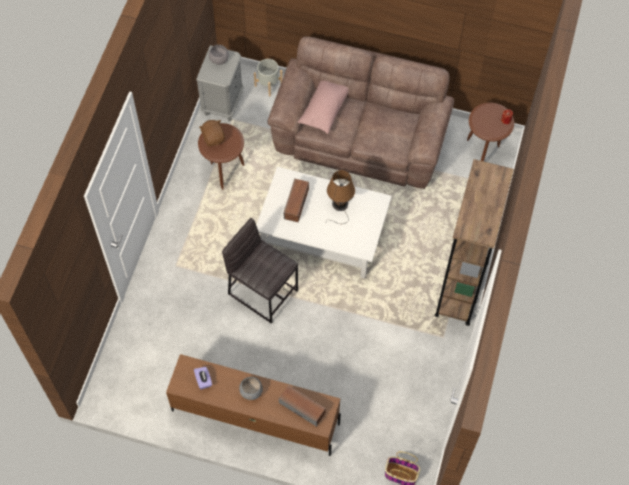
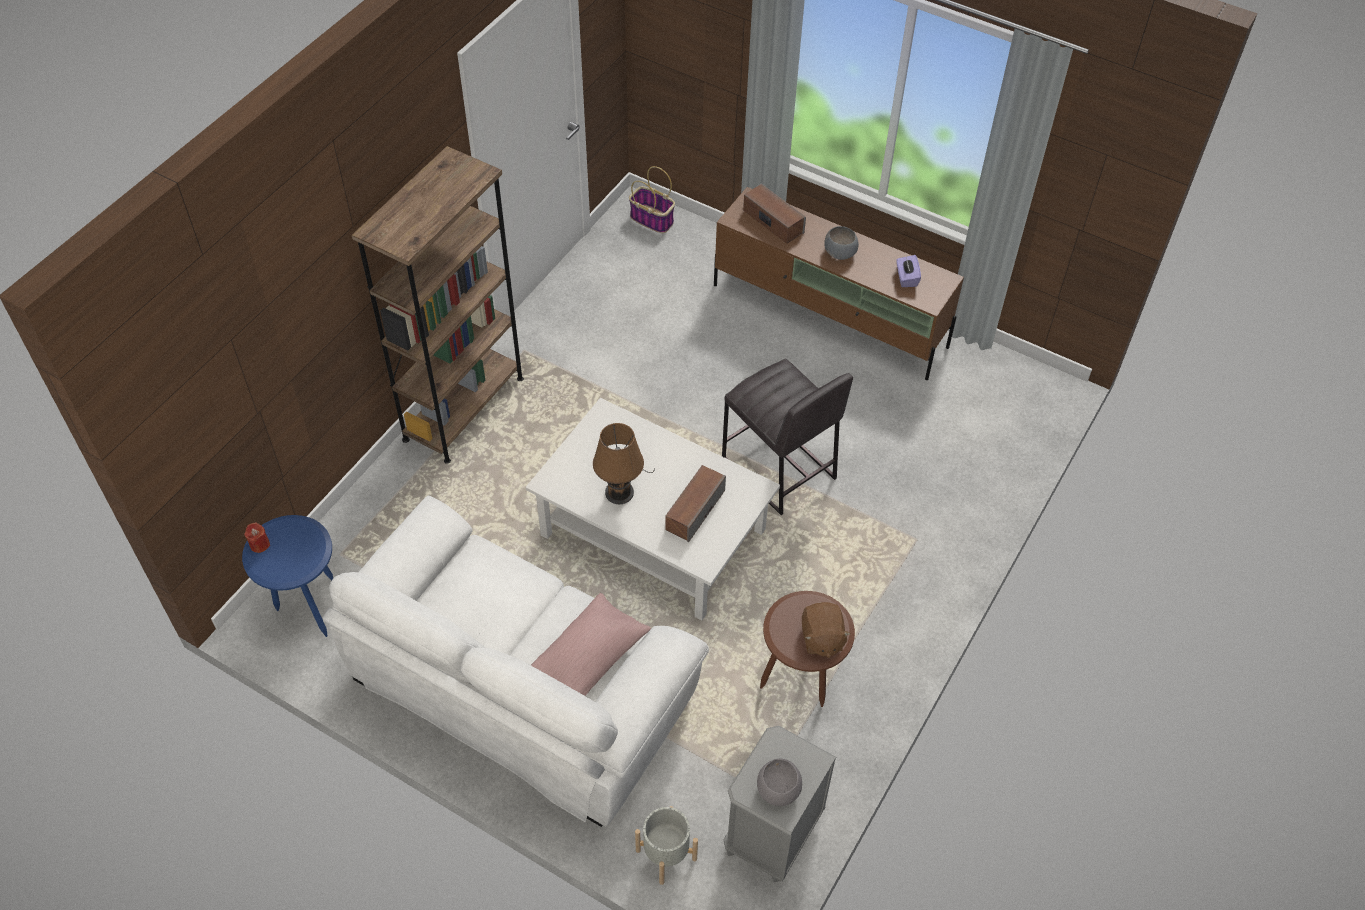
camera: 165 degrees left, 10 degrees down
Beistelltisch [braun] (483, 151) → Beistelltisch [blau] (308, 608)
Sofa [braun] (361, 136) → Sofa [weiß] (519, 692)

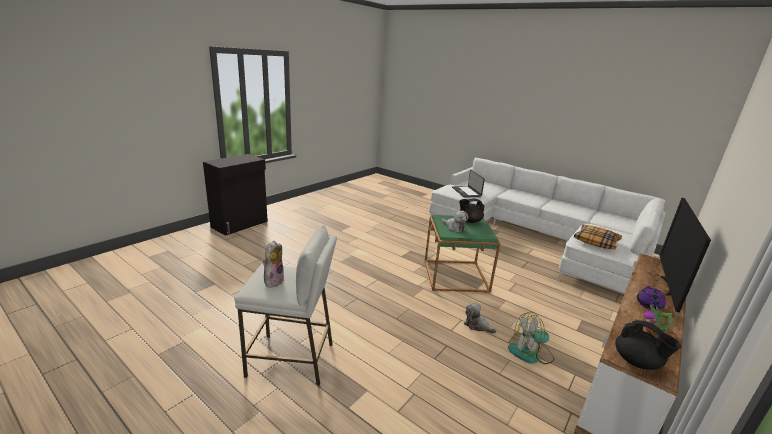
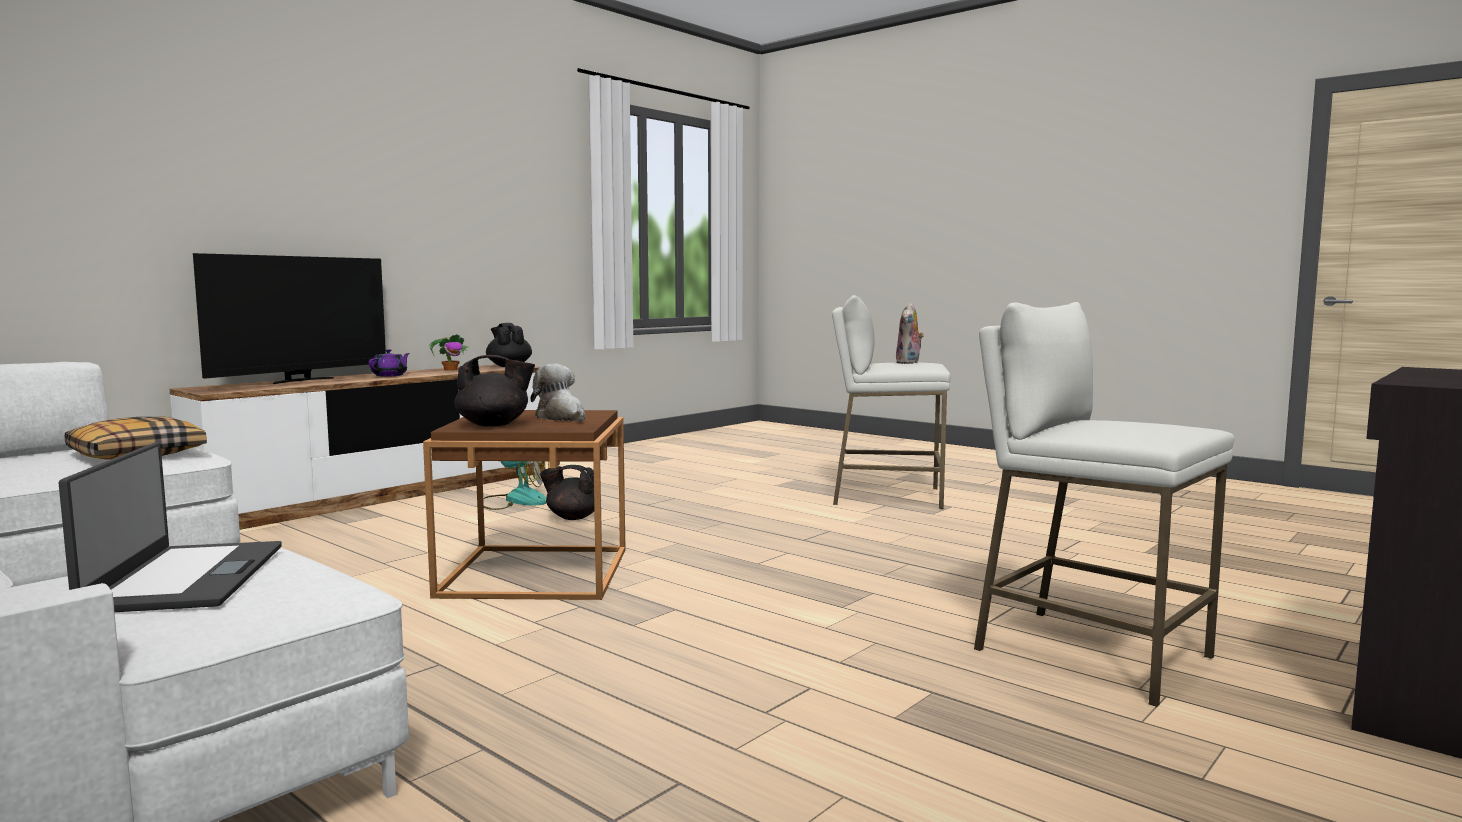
camera: 175 degrees left, 15 degrees down
Beistelltisch [grün] (455, 275) → Beistelltisch [braun] (535, 572)
Plüschtier (477, 325) → Teekanne [schwarz] (572, 517)
- → Hocker [weiß] (1090, 653)

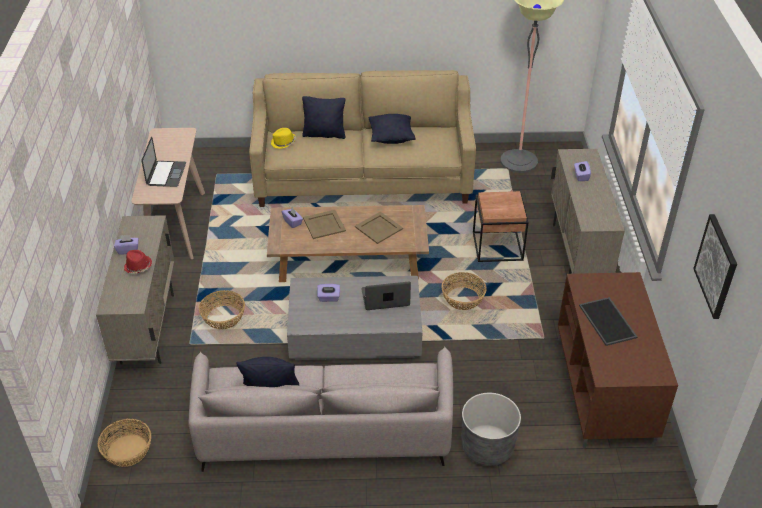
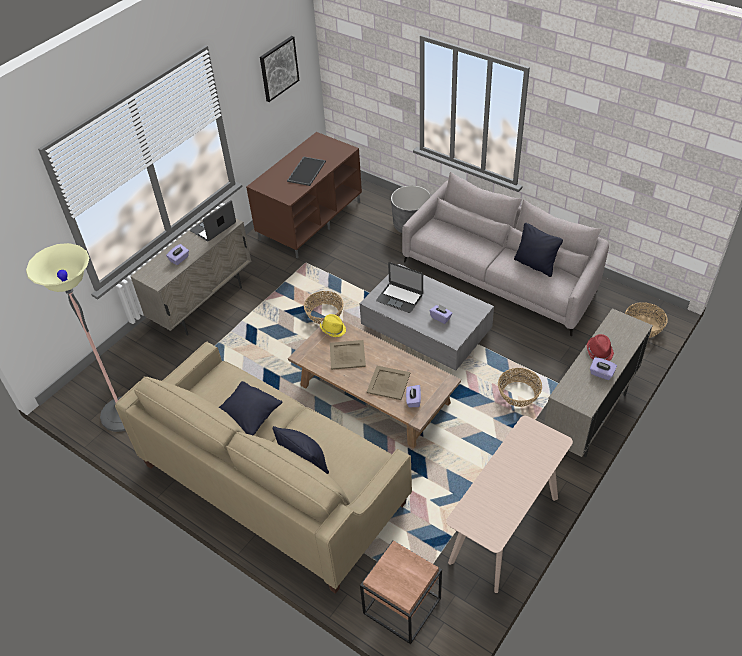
camera: 140 degrees left, 5 degrees up
Laptop (166, 174) → Laptop (213, 227), move
Hut [gelb] (283, 143) → Hut [gelb] (333, 329), move
Beistelltisch [braun] (498, 246) → Beistelltisch [braun] (401, 606), move

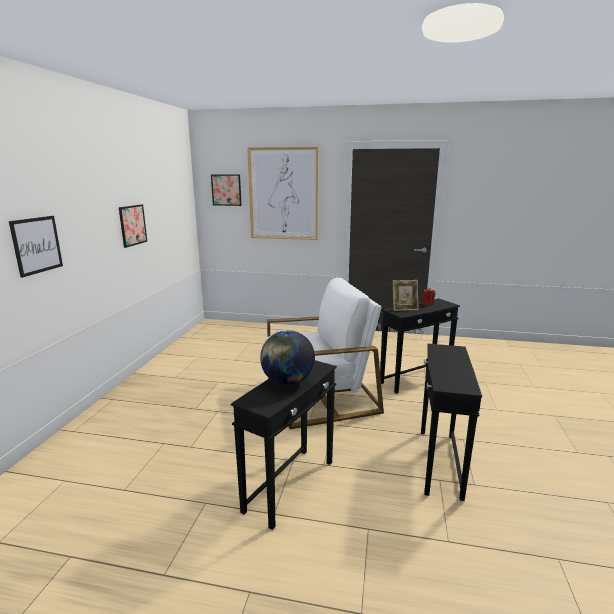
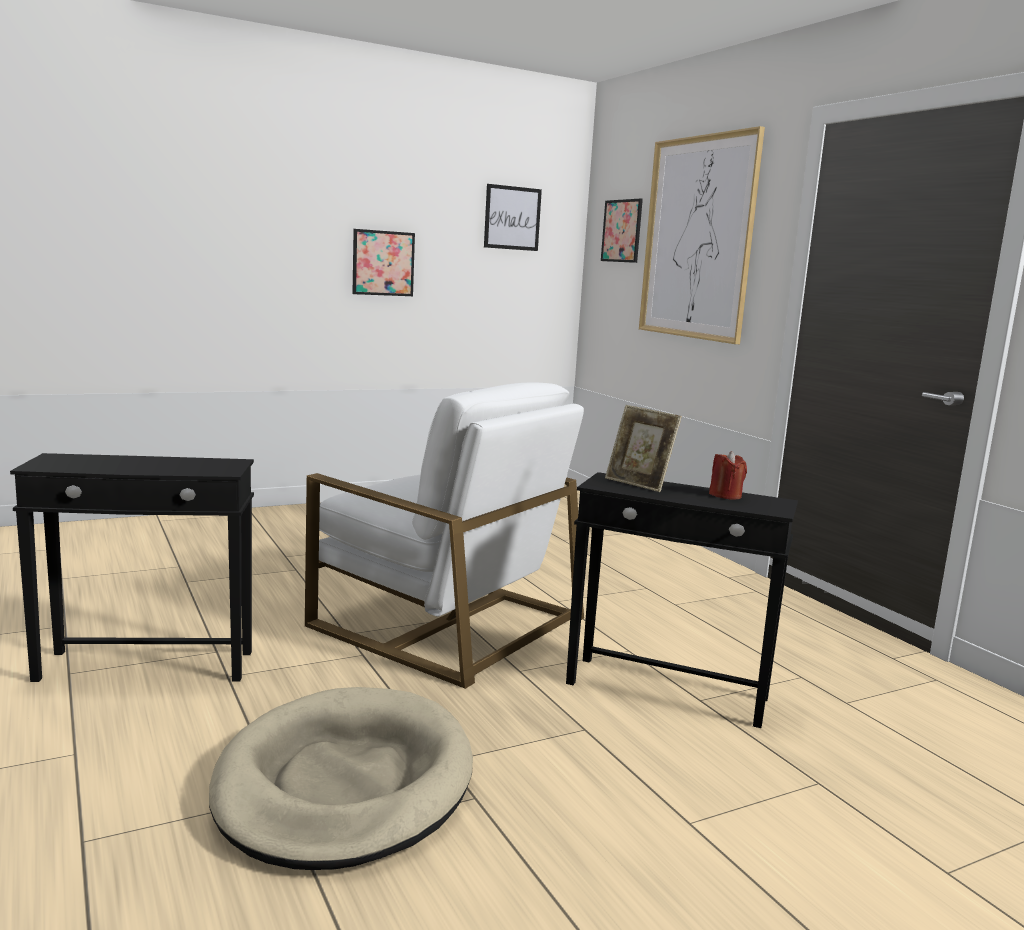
camera: 50 degrees right, 5 degrees down
Beistelltisch [schwarz] (439, 462) → Hundebett [beige] (344, 784)
Bild (37, 245) → Bild (512, 218), move
Globus (287, 382) → -

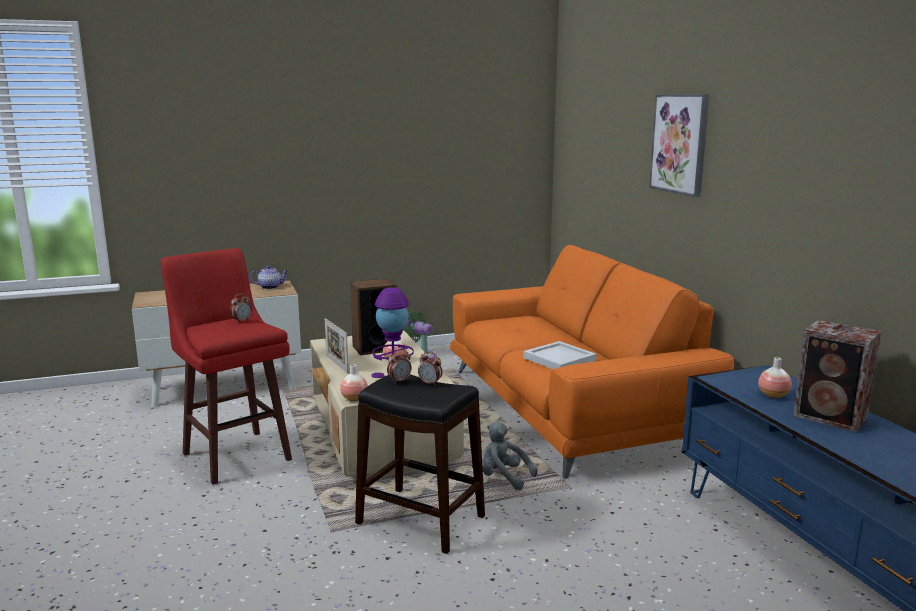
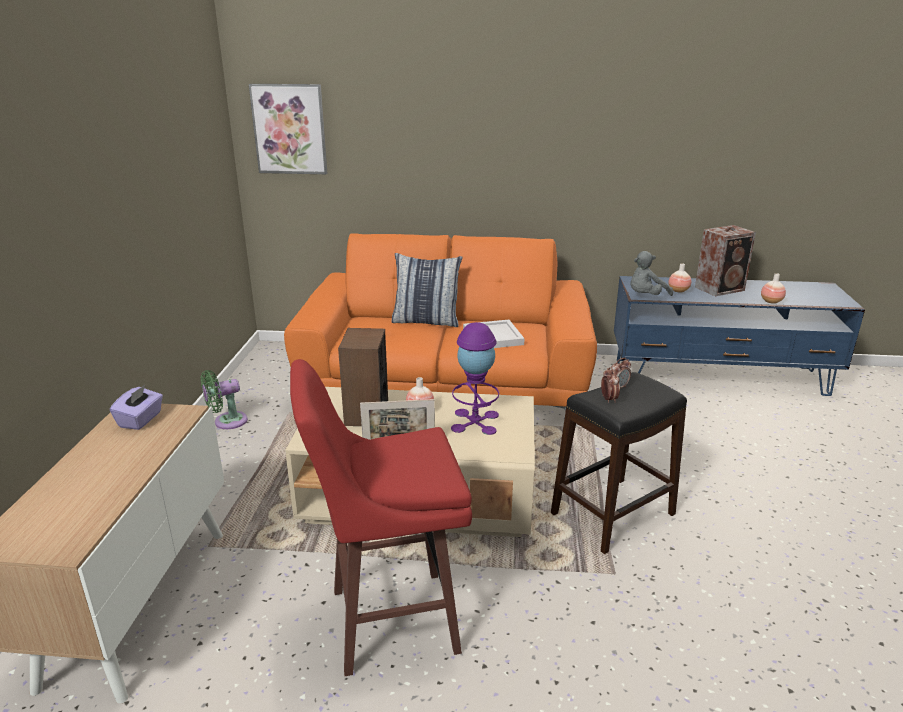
camera: 65 degrees left, 10 degrees up
Teekanne (270, 287) → Taschentuchbox [lila] (141, 420)
Bild (680, 144) → Bild (289, 129), move
- → Kissen (426, 321)
Plüschtier [grau] (504, 478) → Plüschtier [grau] (646, 296), move
Vase (354, 398) → Vase (771, 301), move
Wecker (241, 321) → -

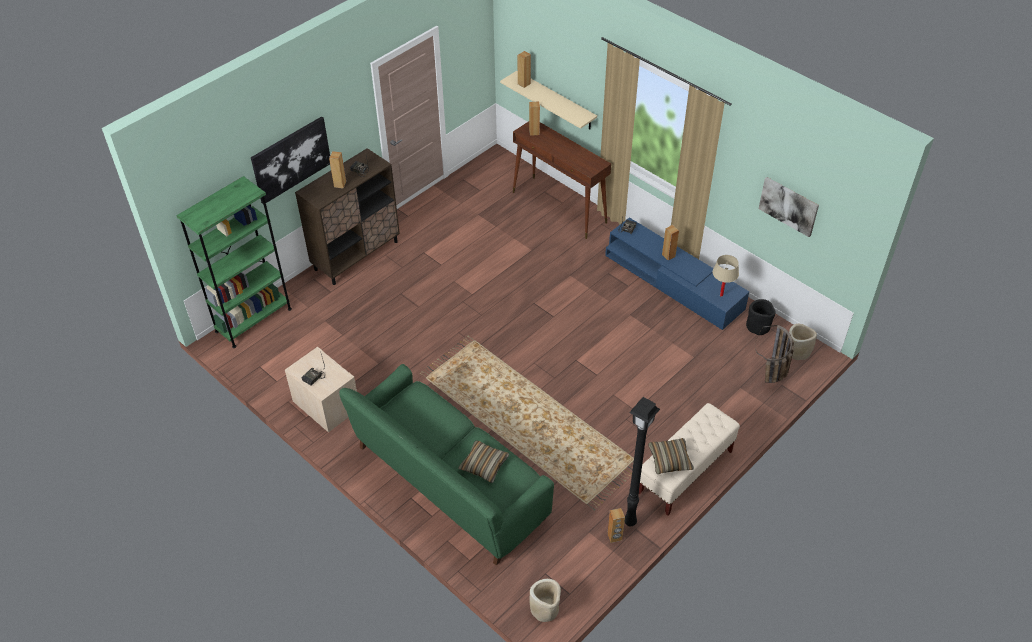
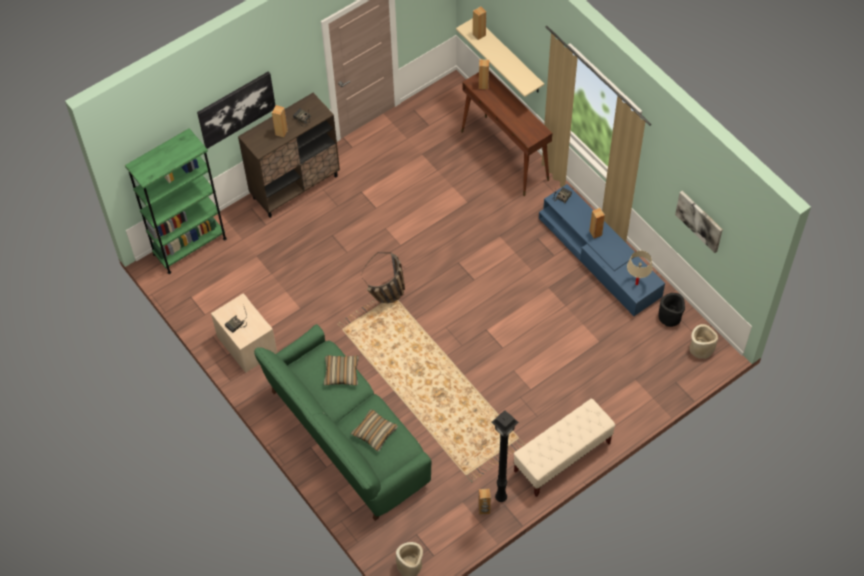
camera: 10 degrees right, 10 degrees up
Kissen (670, 460) → Kissen (341, 373), move
Korb (772, 377) → Korb (387, 297), move

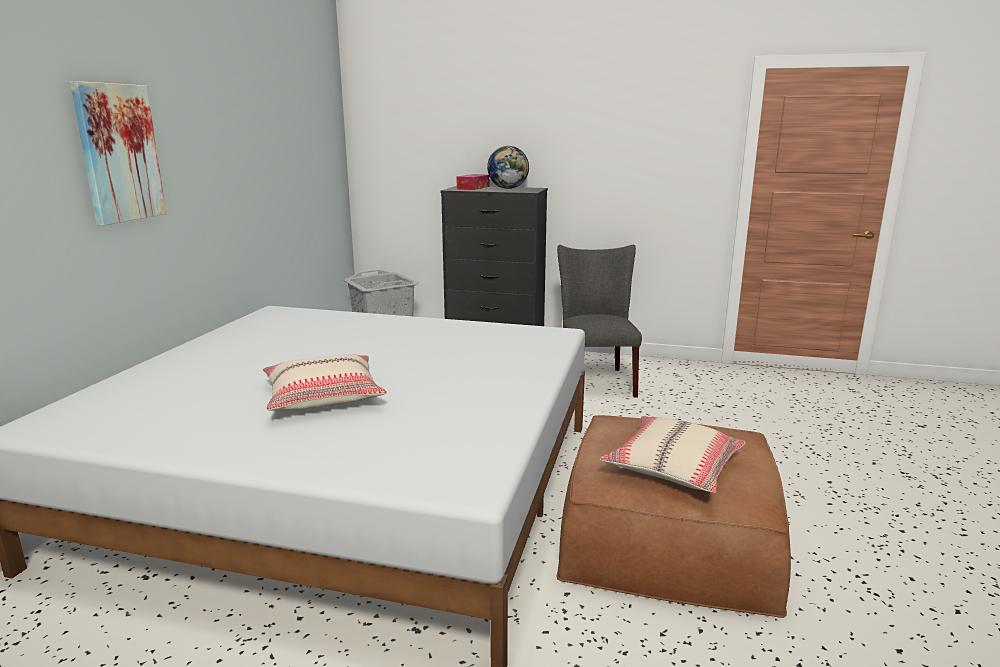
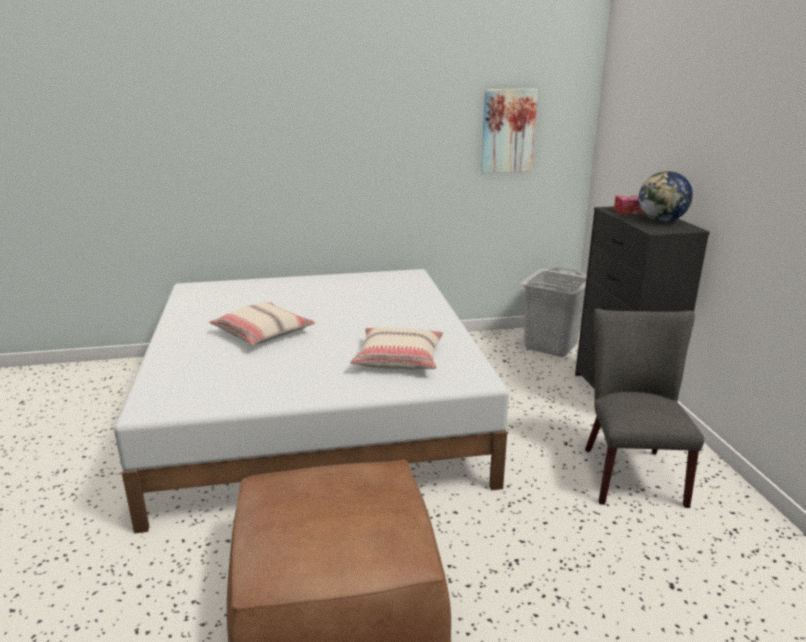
camera: 65 degrees right, 5 degrees up
Kissen [beige] (673, 466) → Kissen [beige] (399, 359), move
Bild (119, 153) → Bild (508, 131), move
Stuhl [grau] (594, 380) → Stuhl [grau] (629, 471), 60 degrees counterclockwise

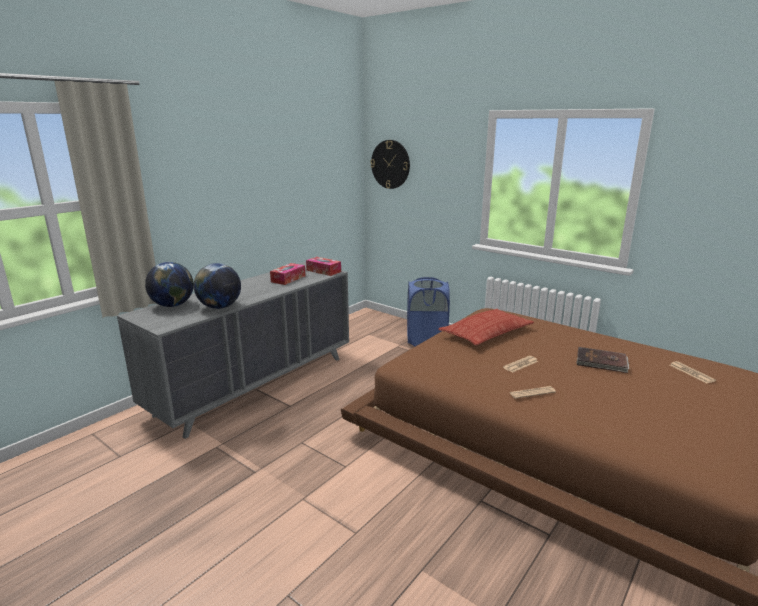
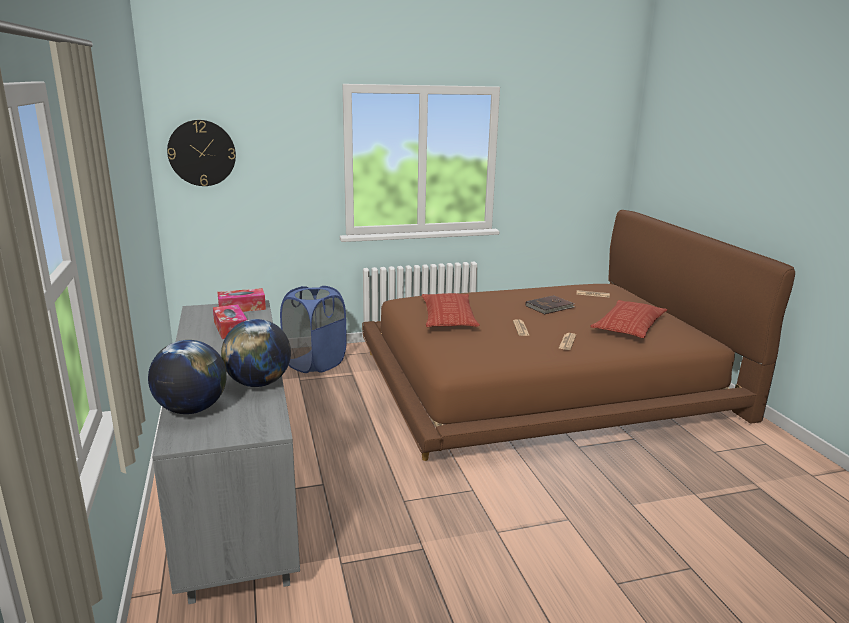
camera: 55 degrees left, 0 degrees up
- → Kissen (629, 325)

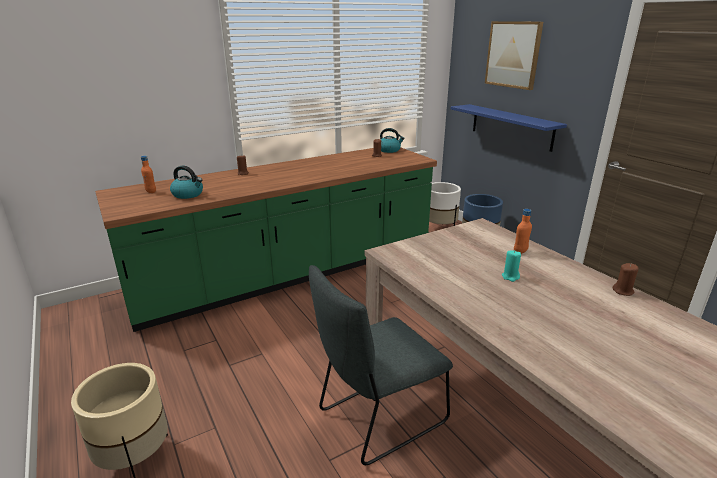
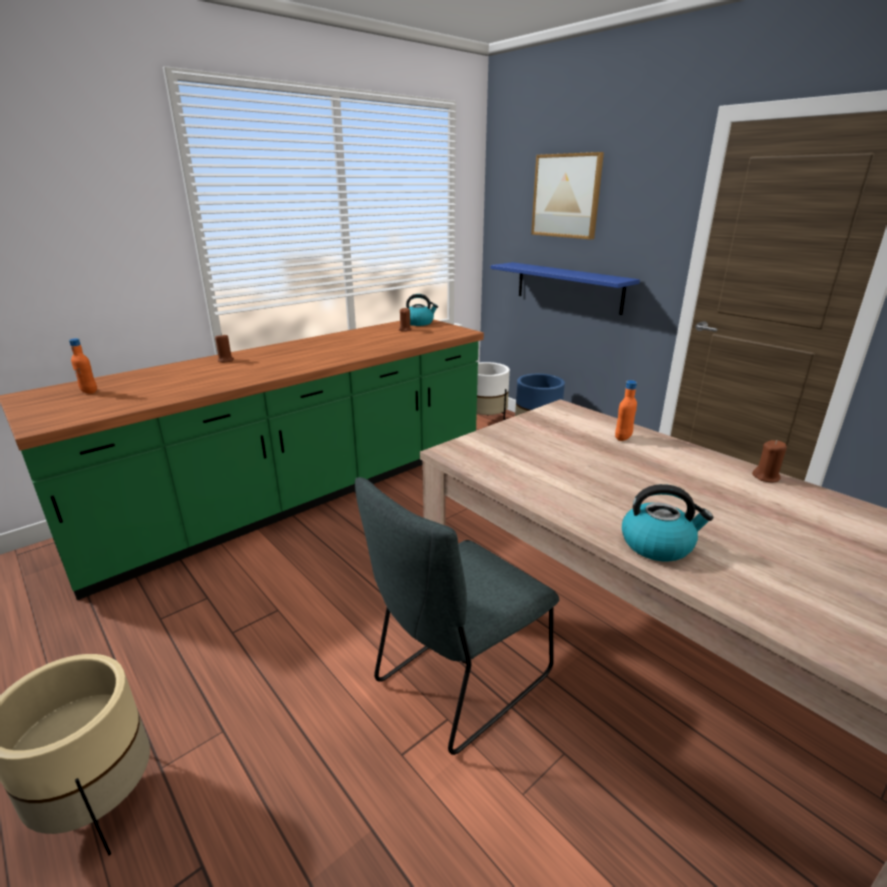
camera: 10 degrees left, 0 degrees up
Wasserkessel (188, 194) → Wasserkessel (657, 544), move
Kerze [türkis] (510, 277) → -

